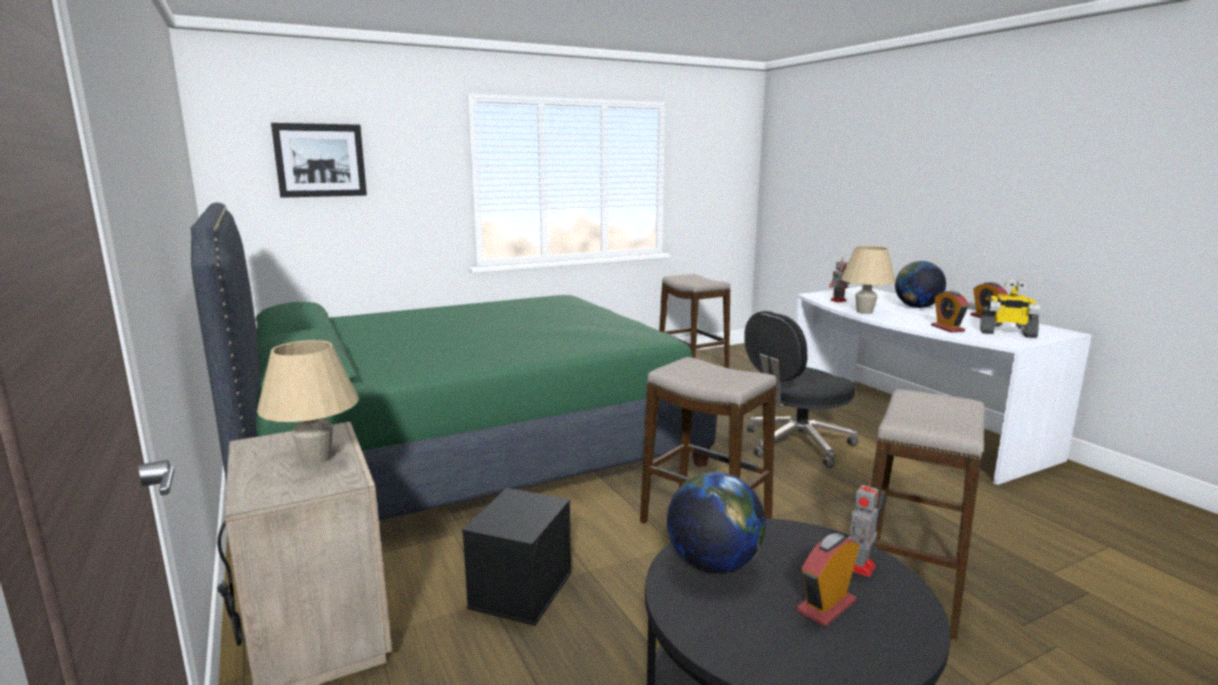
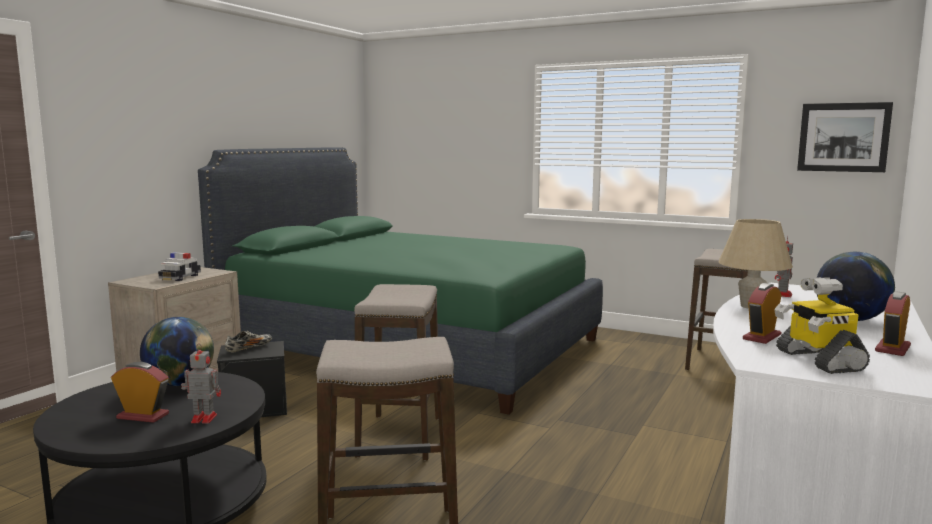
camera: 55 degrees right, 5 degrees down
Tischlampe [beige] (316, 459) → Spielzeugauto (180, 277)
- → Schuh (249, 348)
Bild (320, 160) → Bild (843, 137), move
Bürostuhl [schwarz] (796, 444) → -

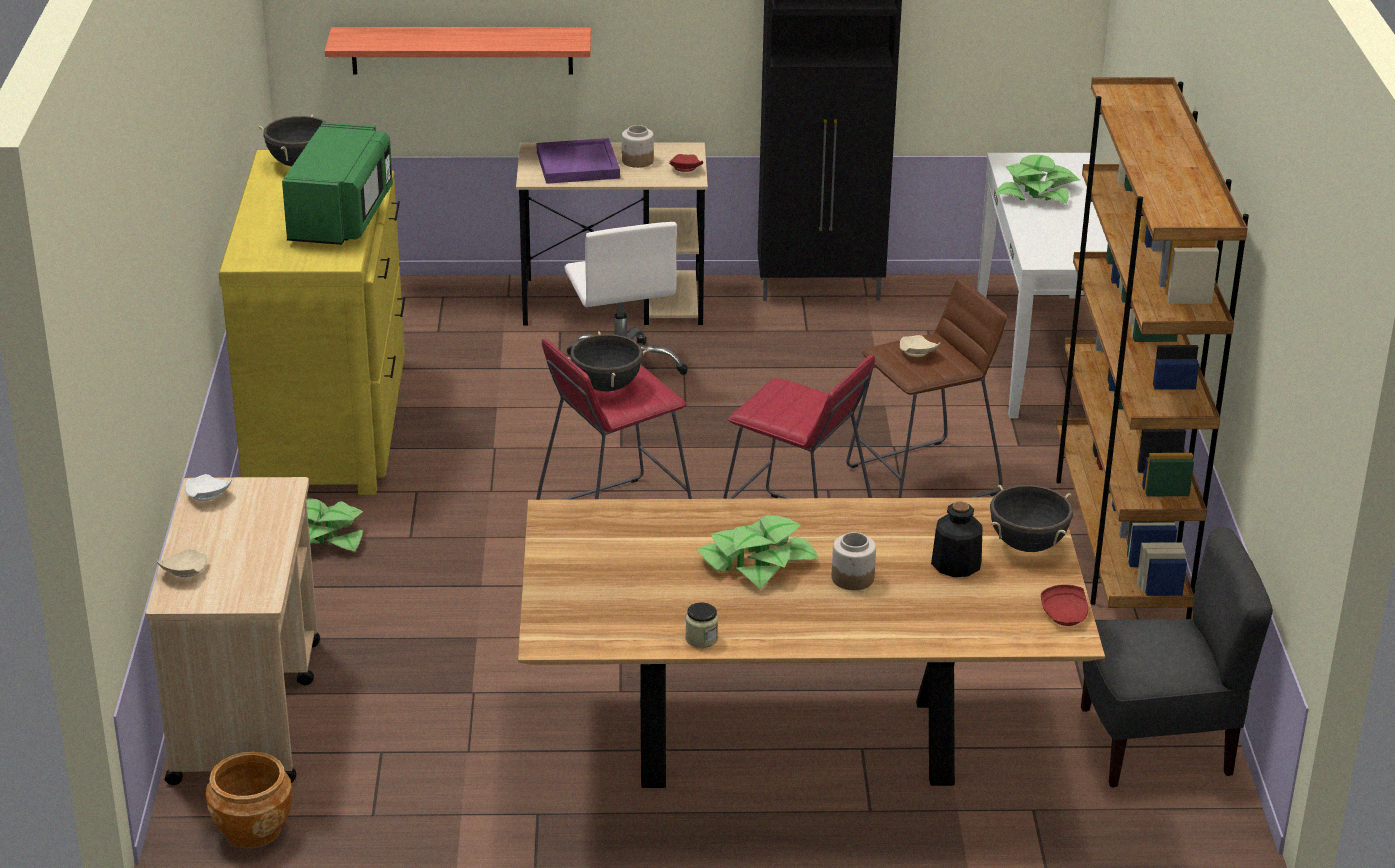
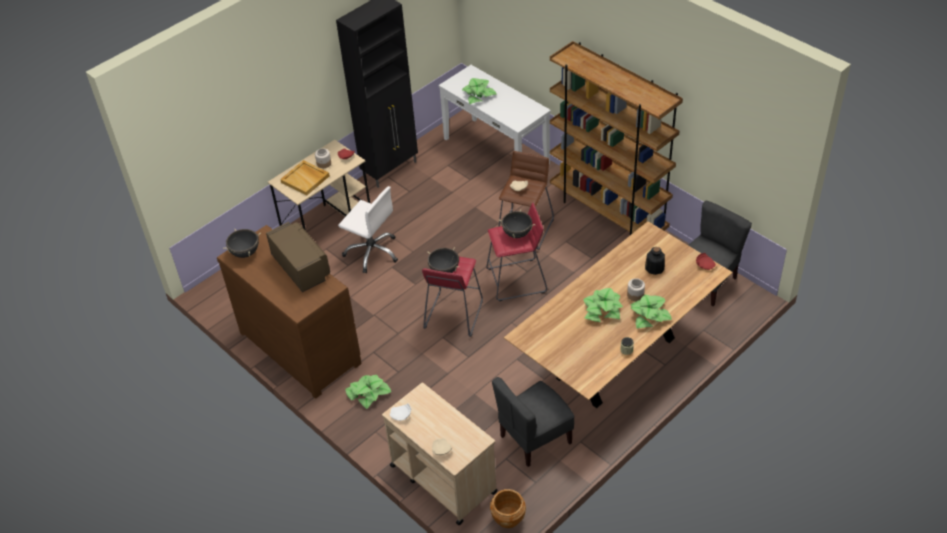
camera: 40 degrees left, 15 degrees up
Kommode [gelb] (329, 423) → Kommode [braun] (301, 346)
Mikrowelle [grün] (341, 217) → Mikrowelle [braun] (301, 267)
Tablett [lila] (578, 165) → Tablett [beige] (305, 179)
- → Stuhl [grau] (534, 439)
Kochtopf [schwarz] (1027, 545) → Kochtopf [schwarz] (517, 233), move
- → Topfpflanze (650, 315)
Wandregal (462, 50) → -

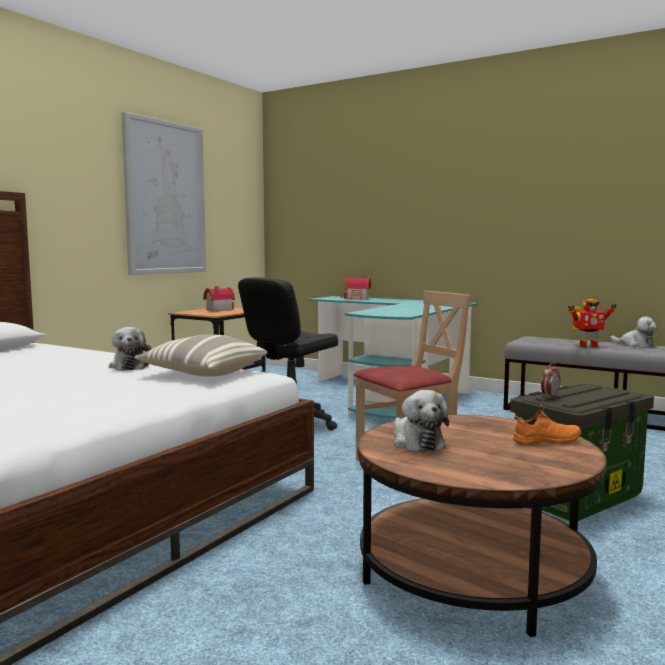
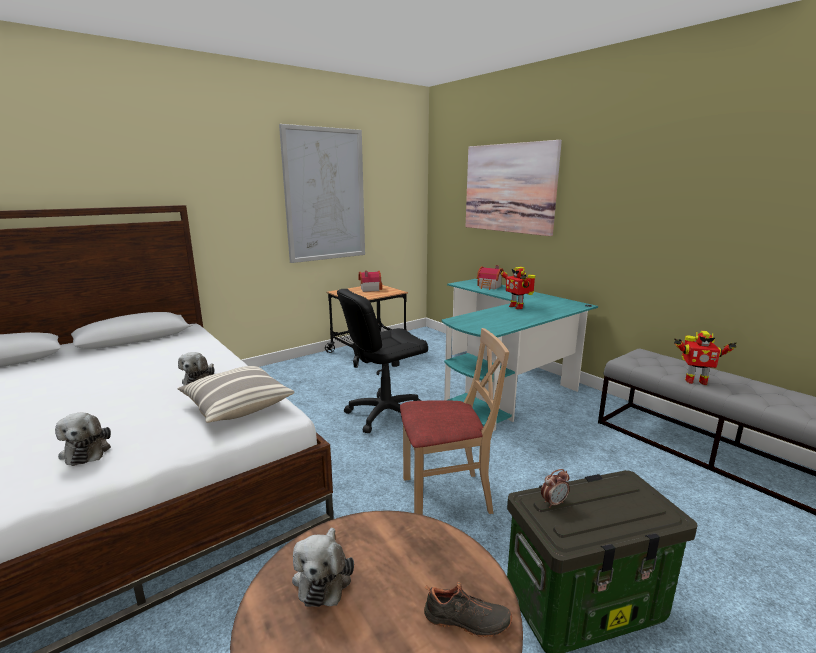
camera: 20 degrees right, 10 degrees up
Plüschtier (635, 344) → Plüschtier (86, 450), move
Schuh [orange] (547, 442) → Schuh [schwarz] (466, 622)
- → Bild (509, 188)
- → Spielzeugroboter (516, 307)

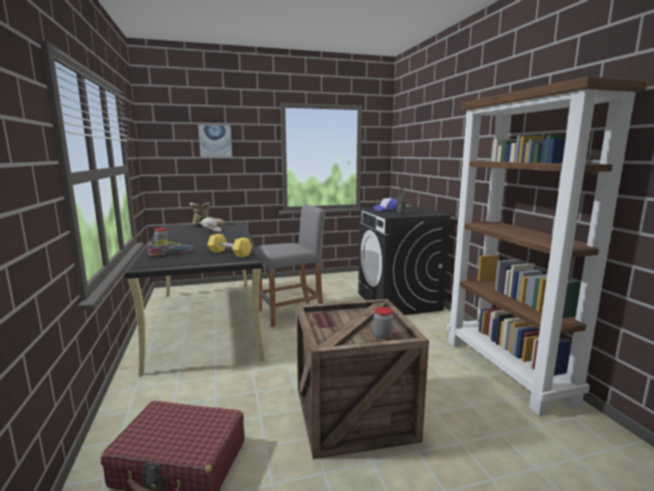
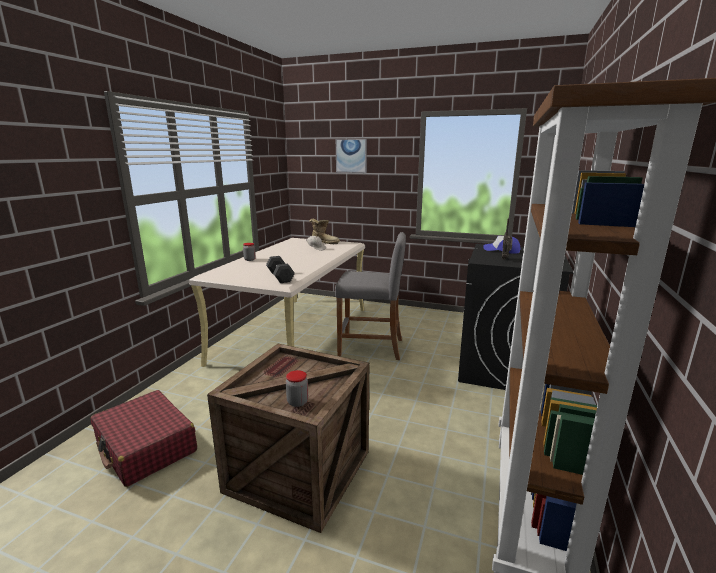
camera: 35 degrees right, 5 degrees up
Schreibtisch [schwarz] (206, 321) → Schreibtisch [beige] (295, 334)
Hantel [gelb] (230, 253) → Hantel [schwarz] (280, 277)
Schuh (170, 253) → -

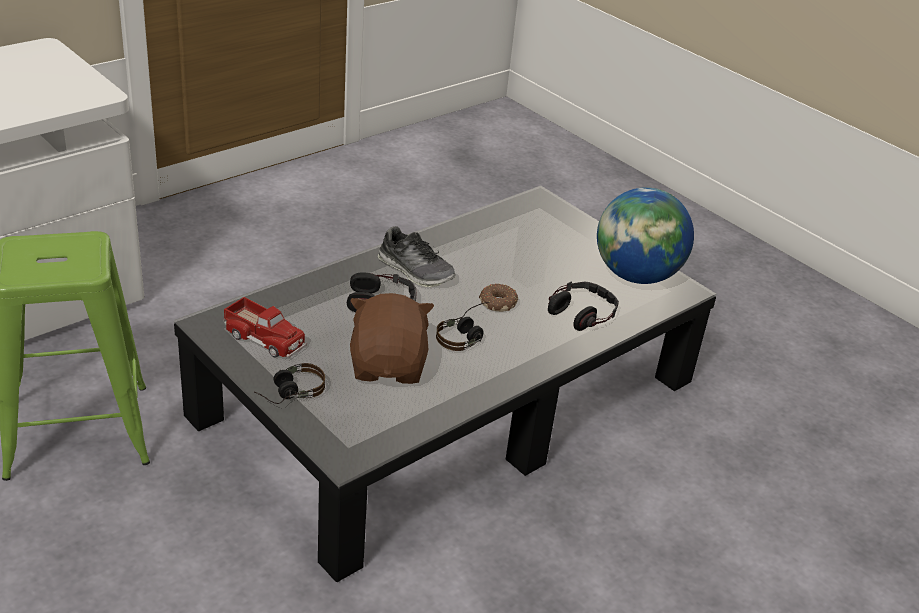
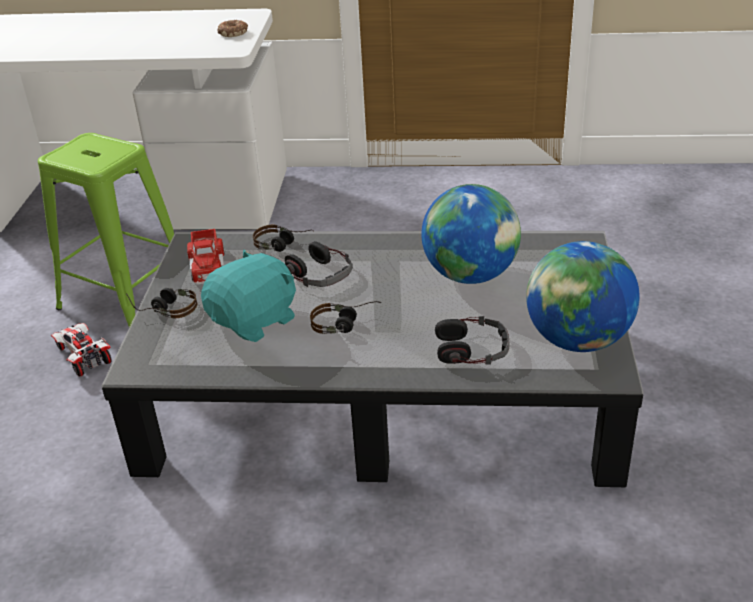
camera: 50 degrees right, 0 degrees up
- → Spielzeugauto (83, 356)
Plüschtier [braun] (389, 366) → Plüschtier [türkis] (255, 321)
Donut (498, 302) → Donut (233, 33), move
- → Kopfhörer (283, 245)
- → Globus (470, 275)
Schuh (415, 271) → -

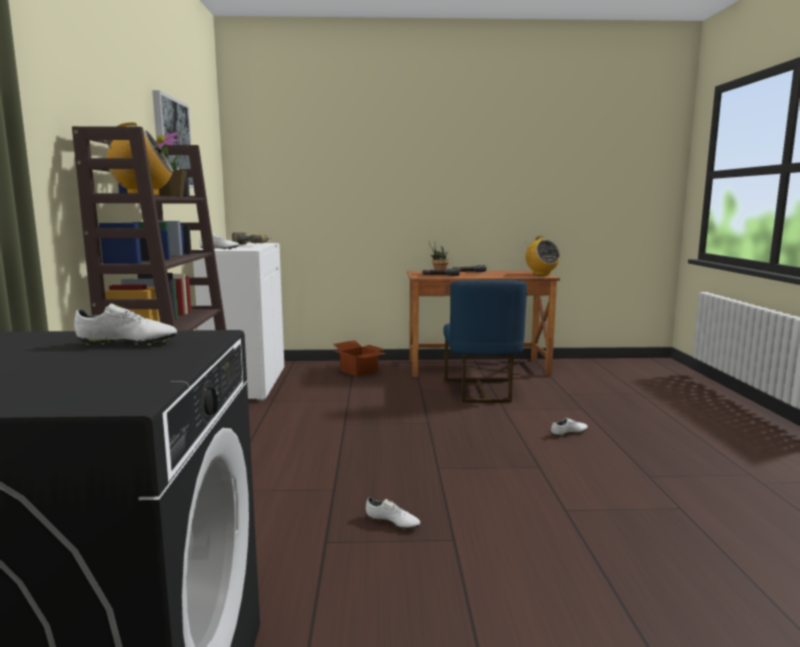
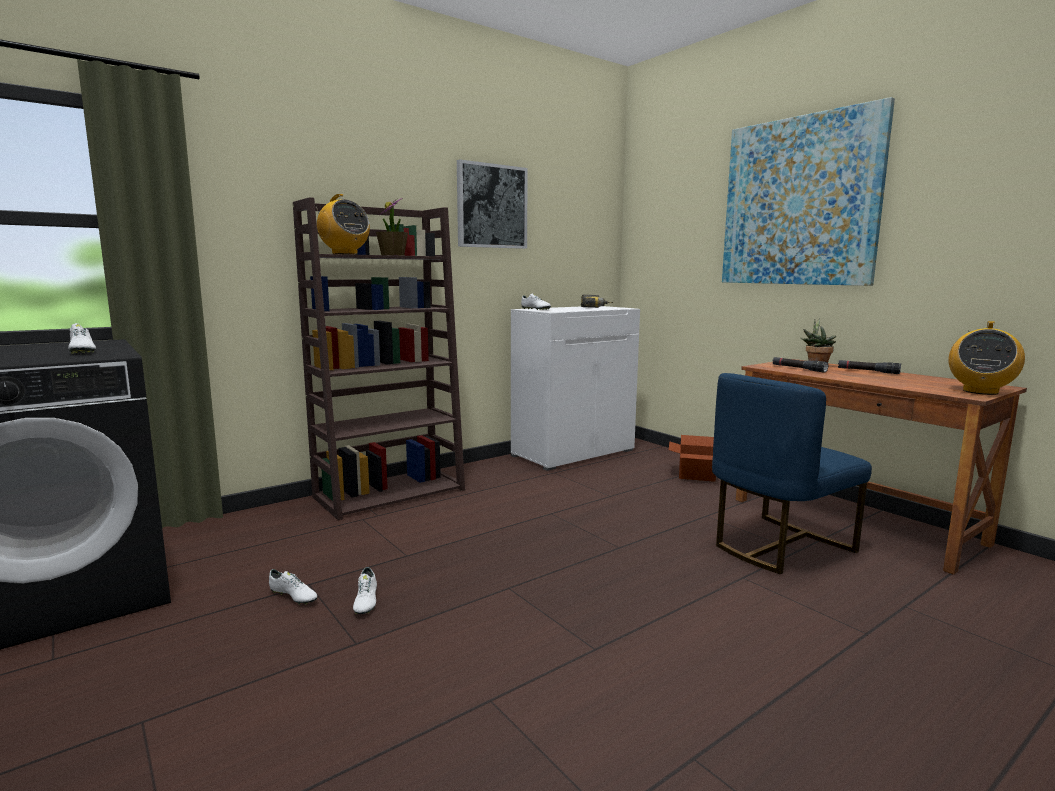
camera: 55 degrees right, 0 degrees up
Schuh [weiß] (569, 433) → Schuh [weiß] (293, 597), move
- → Bild (799, 202)

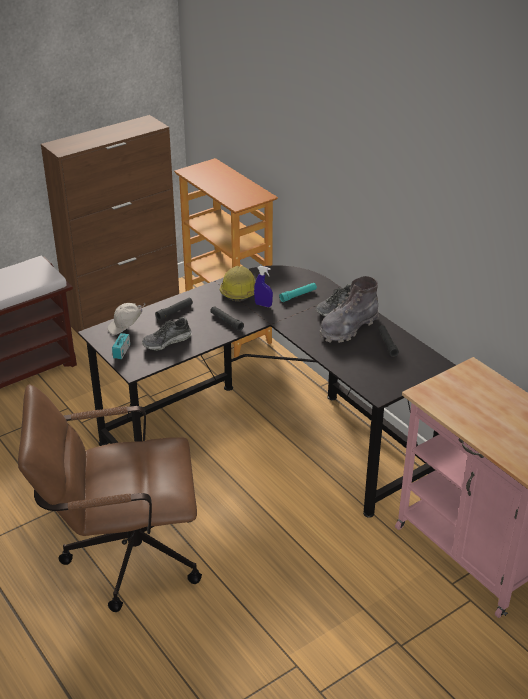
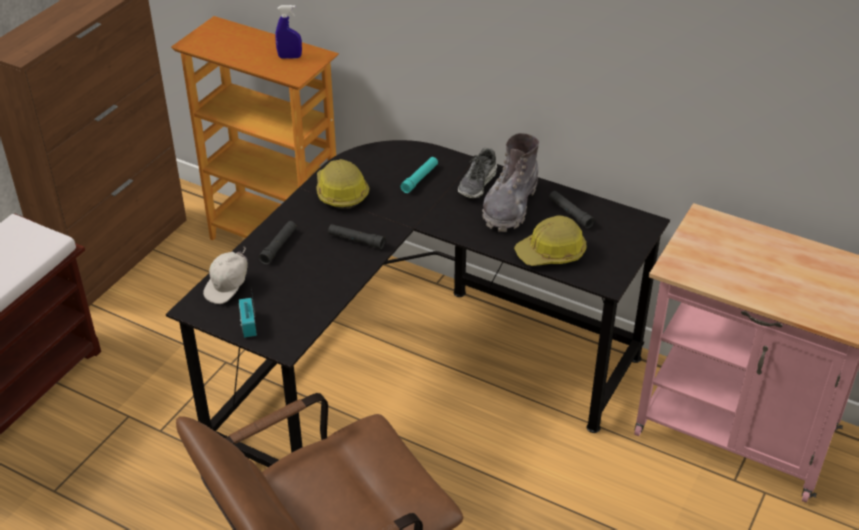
camera: 25 degrees left, 5 degrees up
Sprühflasche [blau] (263, 305) → Sprühflasche [blau] (290, 57), move
- → Schutzhelm (551, 253)
Schuh (167, 341) → -

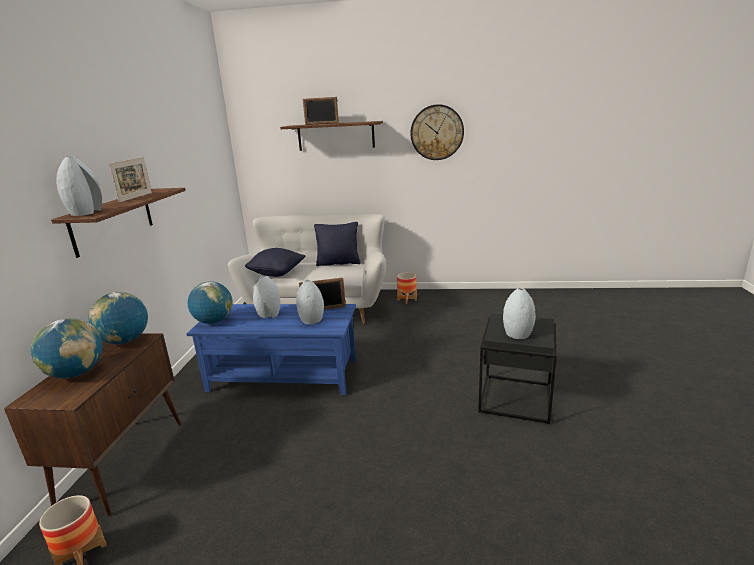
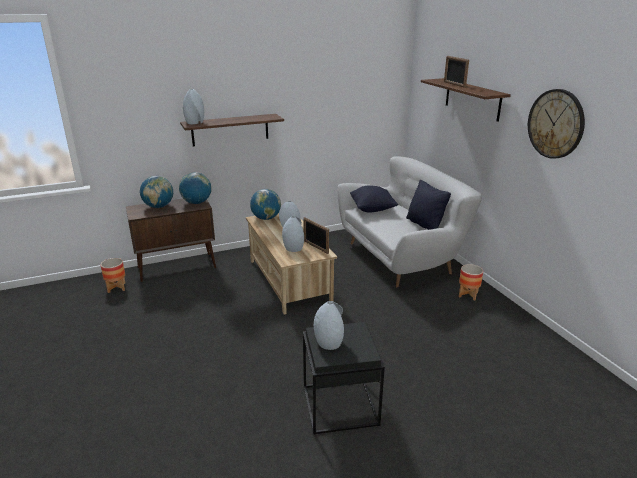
camera: 60 degrees right, 5 degrees up
Couchtisch [blau] (284, 375) → Couchtisch [beige] (289, 280)
Bilderrahmen (136, 197) → -

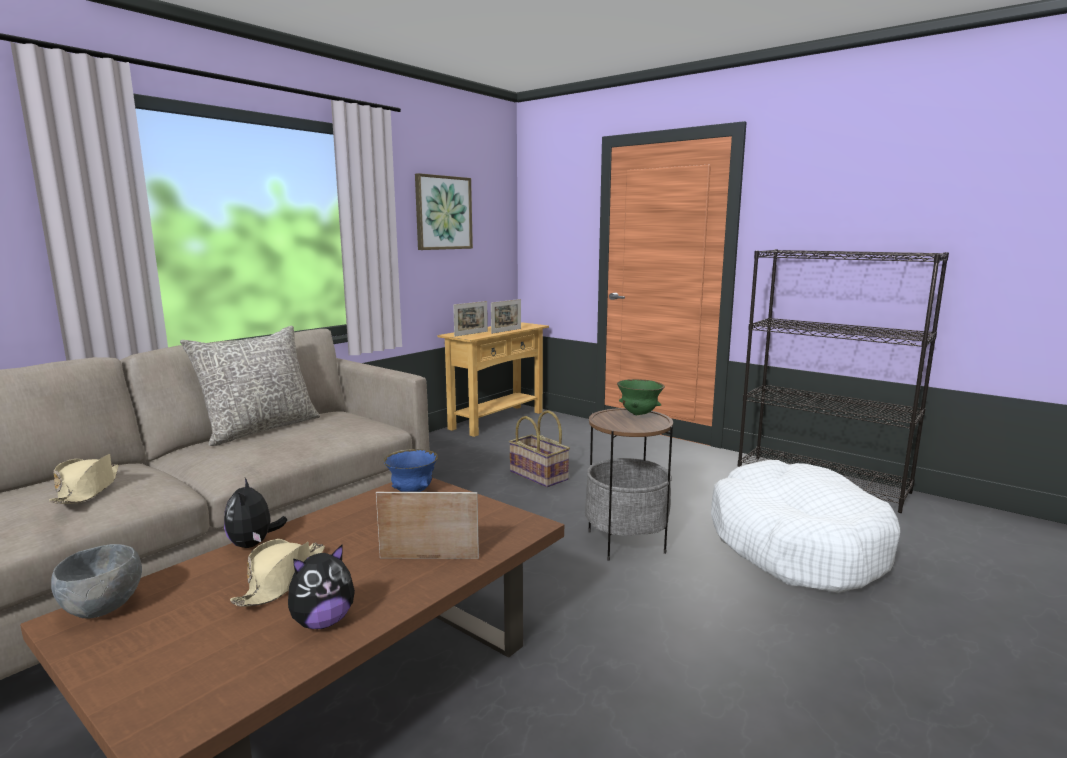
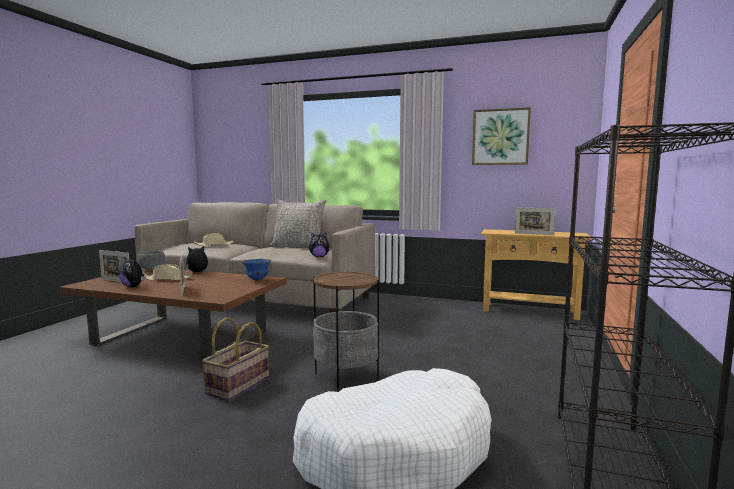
camera: 70 degrees right, 5 degrees down
Bilderrahmen (471, 334) → Bilderrahmen (116, 281), move
Korb (539, 475) → Korb (238, 385), move
- → Plüschtier (319, 257)
Schüssel [grün] (639, 414) → -

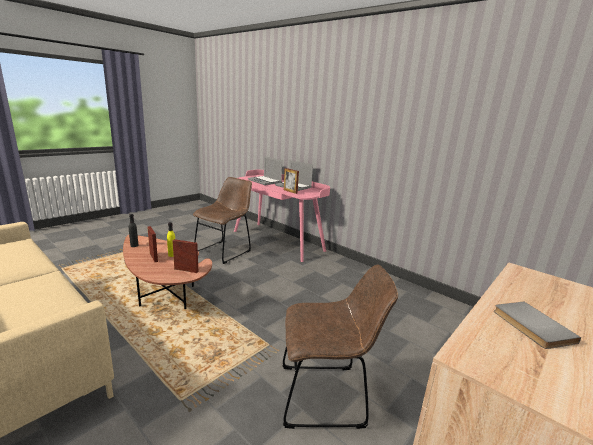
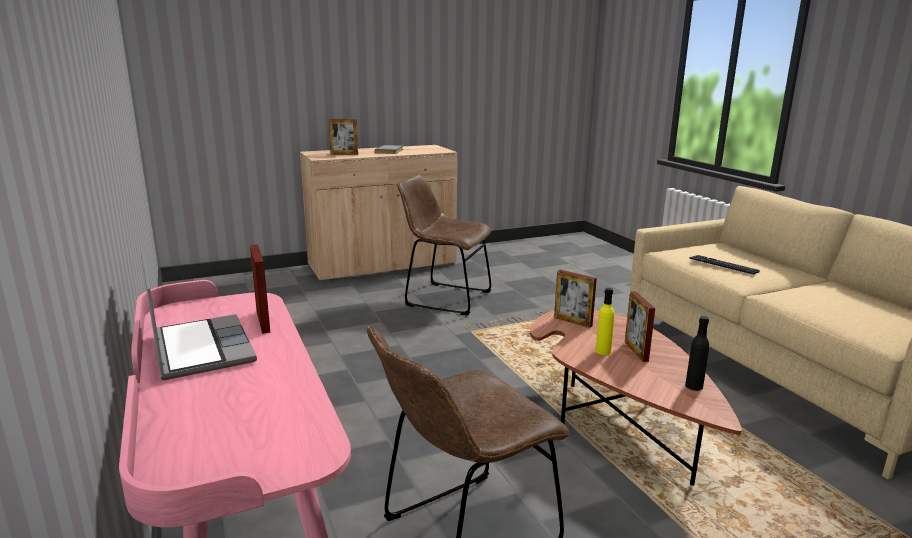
camera: 155 degrees left, 0 degrees up
- → Bilderrahmen (344, 154)
- → Tastatur (723, 265)
Laptop (265, 181) → -

